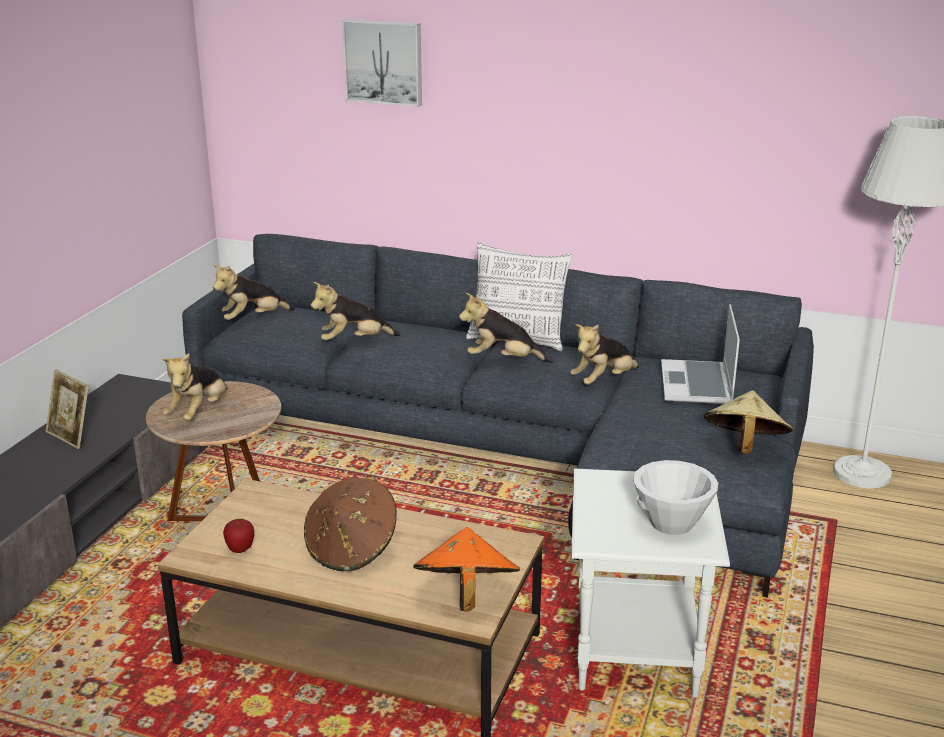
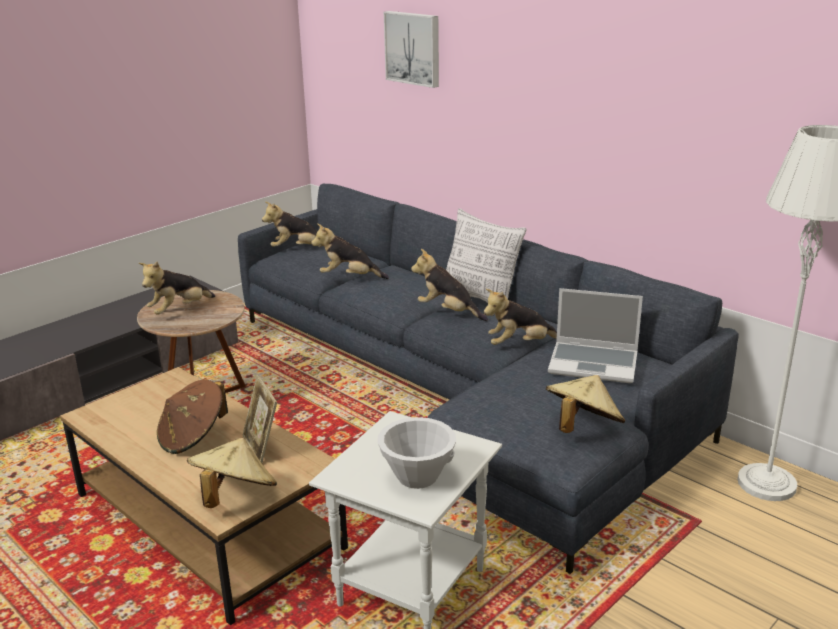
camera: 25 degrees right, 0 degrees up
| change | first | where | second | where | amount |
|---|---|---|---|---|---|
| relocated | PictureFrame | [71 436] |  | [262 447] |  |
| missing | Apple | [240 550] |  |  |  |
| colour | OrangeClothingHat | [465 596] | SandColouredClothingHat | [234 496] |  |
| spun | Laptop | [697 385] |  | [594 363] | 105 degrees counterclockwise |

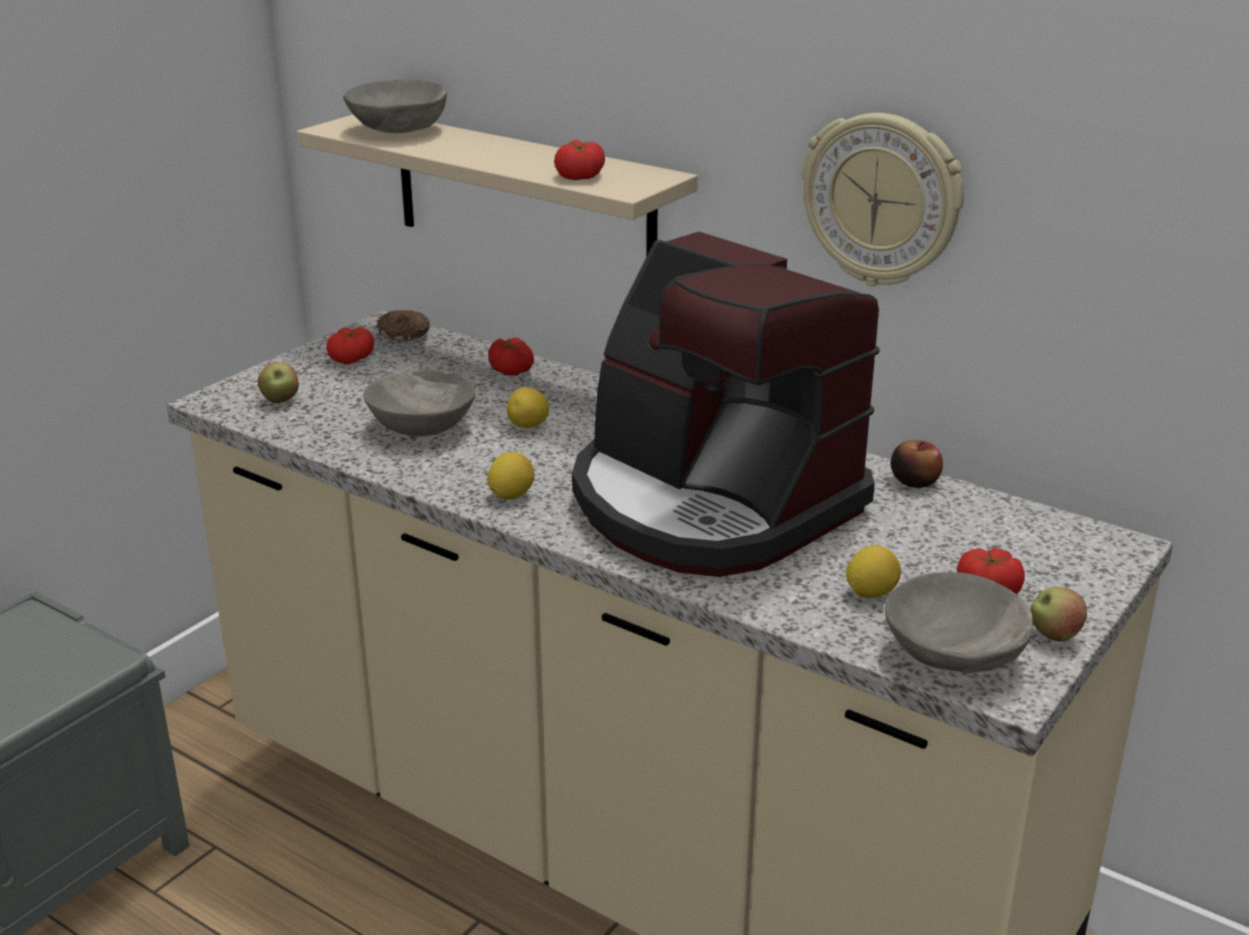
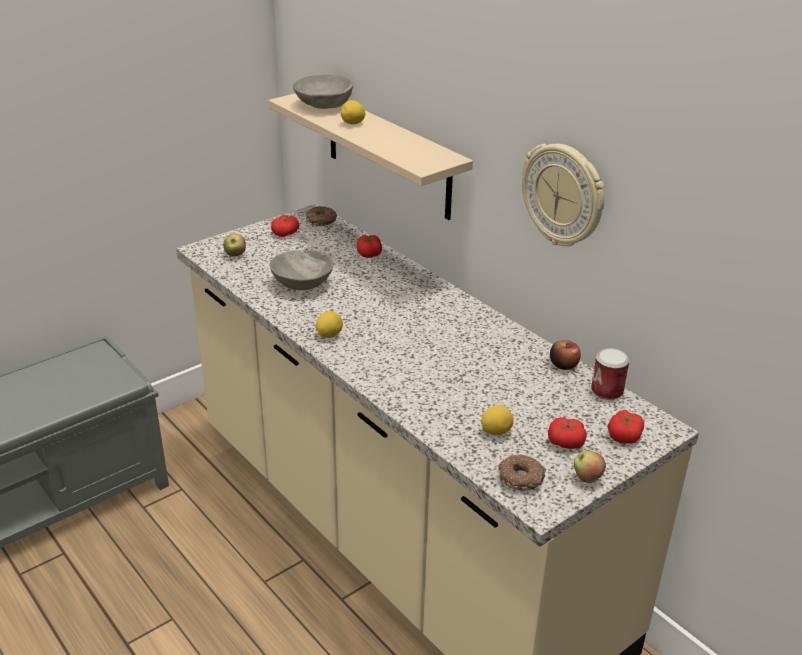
camera: 15 degrees right, 5 degrees up
| change | first | where | second | where | amount |
|---|---|---|---|---|---|
| relocated | WholeLemon | [528 426] |  | [353 124] |  |
| relocated | WholeTomato | [579 176] |  | [624 435] |  |
| missing | CoffeeMaker | [711 504] |  |  |  |
| exchanged | GreyBowl | [954 655] | Donut | [521 478] |  |
| appeared |  |  | SealedCan | [607 391] |  |

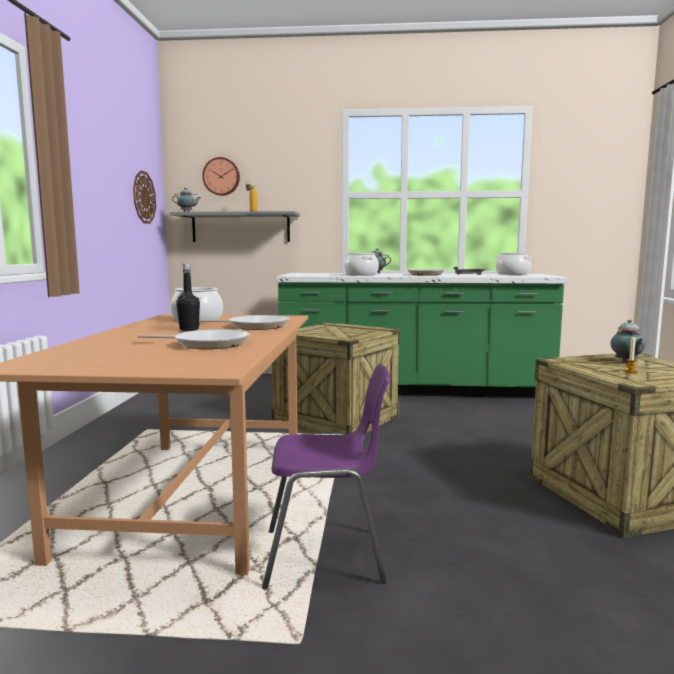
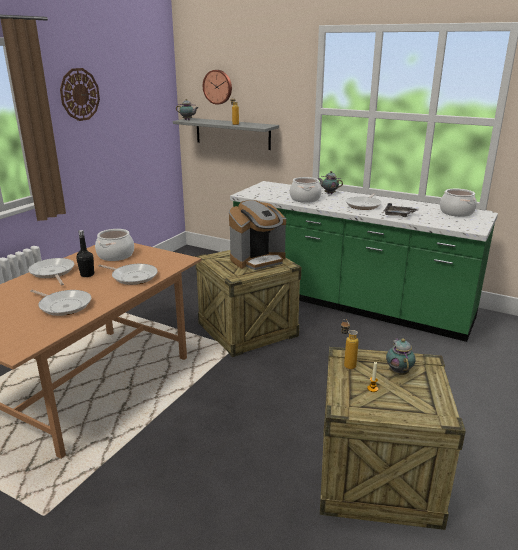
camera: 25 degrees right, 15 degrees up
| change | first | where | second | where | amount |
|---|---|---|---|---|---|
| relocated | ClockOnTheWall | [144 197] |  | [79 94] |  |
| missing | PurplishUprightChair | [327 557] |  |  |  |
| spun | PotForTea | [626 362] |  | [398 372] | 150 degrees clockwise |
| appeared |  |  | FryingPan | [52 272] |  |
| appeared |  |  | CoffeeMaker | [258 260] |  |
| appeared |  |  | Bottle | [346 364] |  |

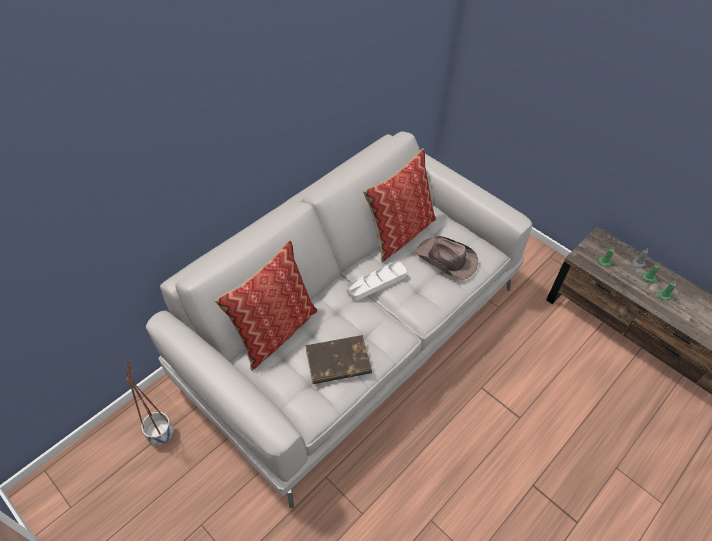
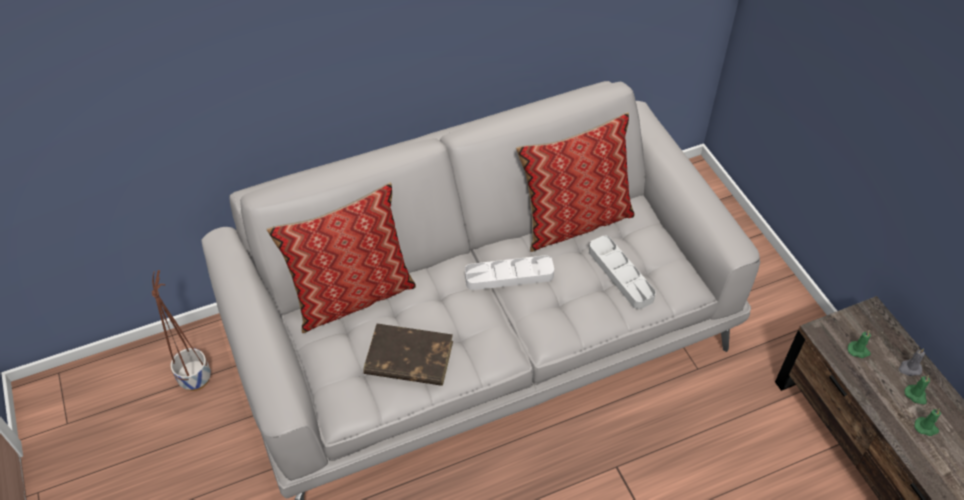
camera: 25 degrees right, 0 degrees up
| change | first | where | second | where | amount |
|---|---|---|---|---|---|
| exchanged | BrownClothingHat | [447 259] | GreyCarryingTray | [620 275] |  |

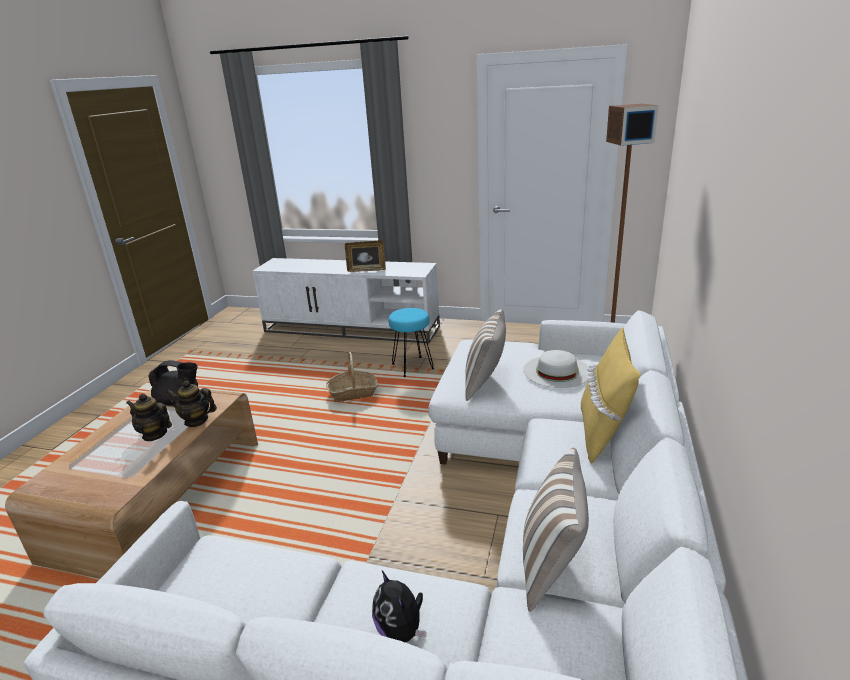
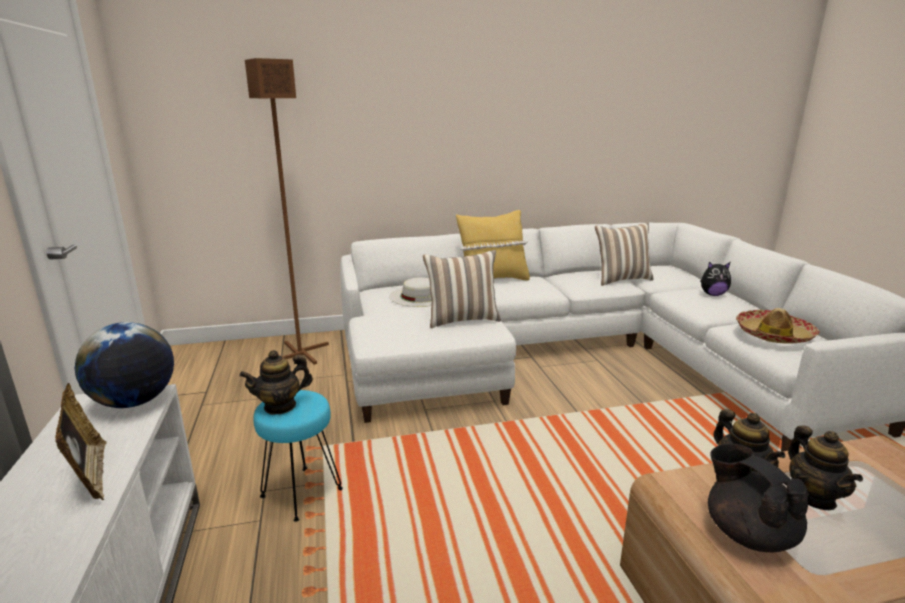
camera: 120 degrees left, 5 degrees down
| change | first | where | second | where | amount |
|---|---|---|---|---|---|
| missing | Basket | [353 393] |  |  |  |
| spun | PlushToy | [401 631] |  | [712 294] | 60 degrees clockwise |
| appeared |  |  | WorldGlobe | [134 402] |  |
| appeared |  |  | PotForTea | [280 406] |  |
| appeared |  |  | ClothingHat | [774 335] |  |

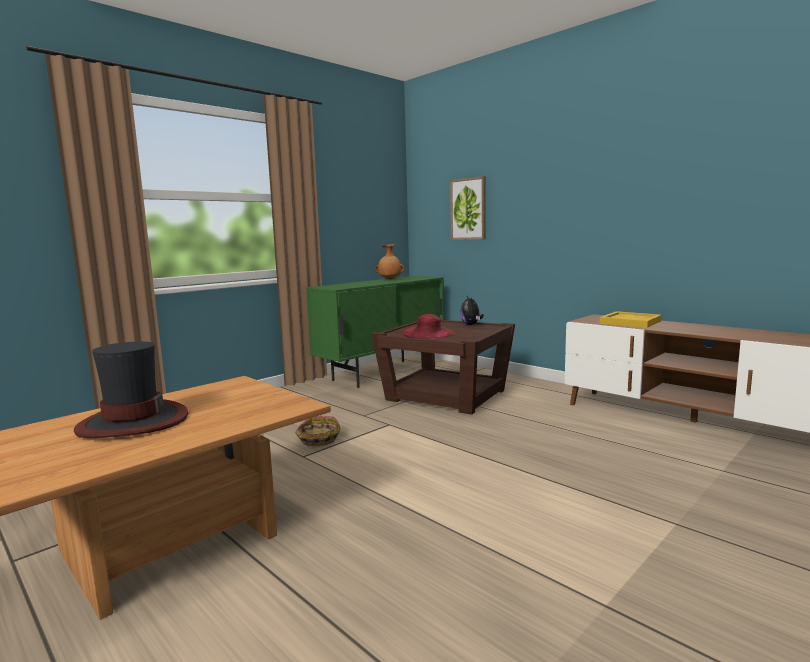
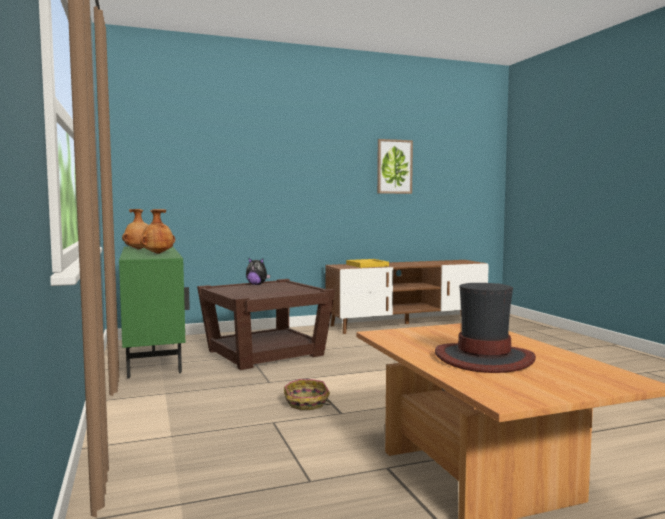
camera: 65 degrees left, 5 degrees down
| change | first | where | second | where | amount |
|---|---|---|---|---|---|
| missing | RedColouredClothingHat | [428 333] |  |  |  |
| relocated | WallArt | [468 209] |  | [394 166] |  |
| appeared |  |  | BrownDecorativeVase | [157 253] |  |

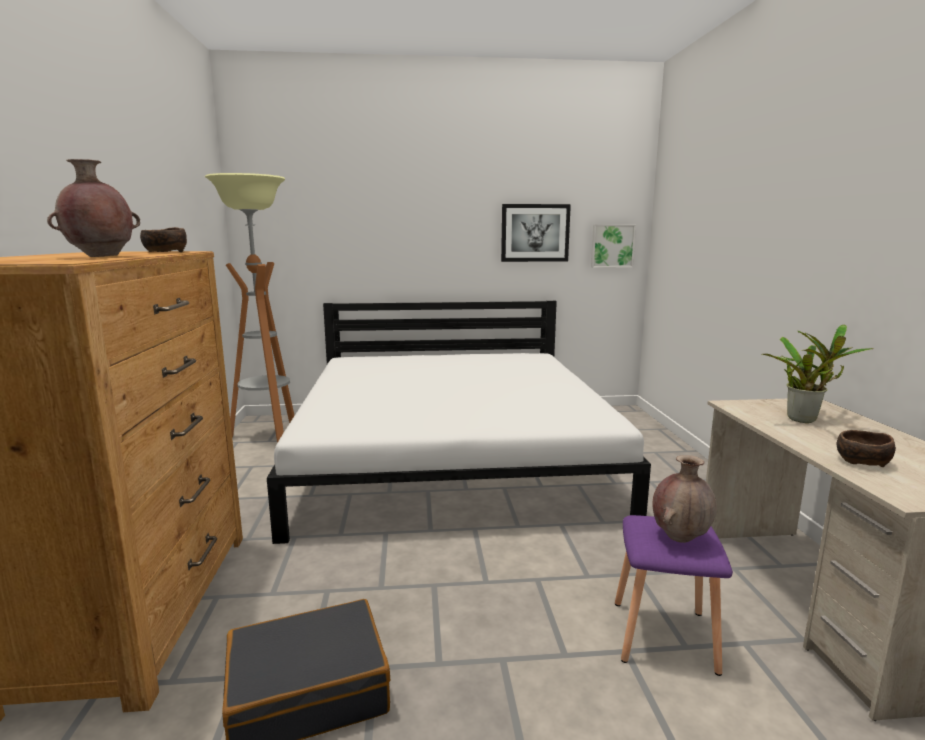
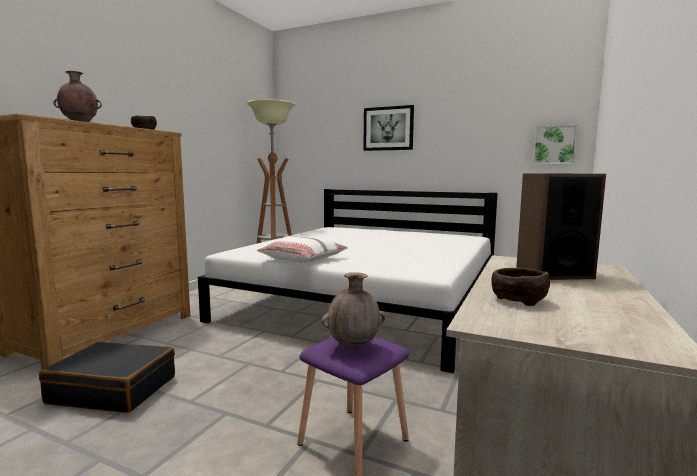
camera: 30 degrees right, 5 degrees down
| change | first | where | second | where | amount |
|---|---|---|---|---|---|
| relocated | WallArt | [535 233] |  | [388 128] |  |
| exchanged | PottedPlant | [805 419] | Speaker | [553 273] |  |
| appeared |  |  | WhiteColouredCushion | [303 259] |  |

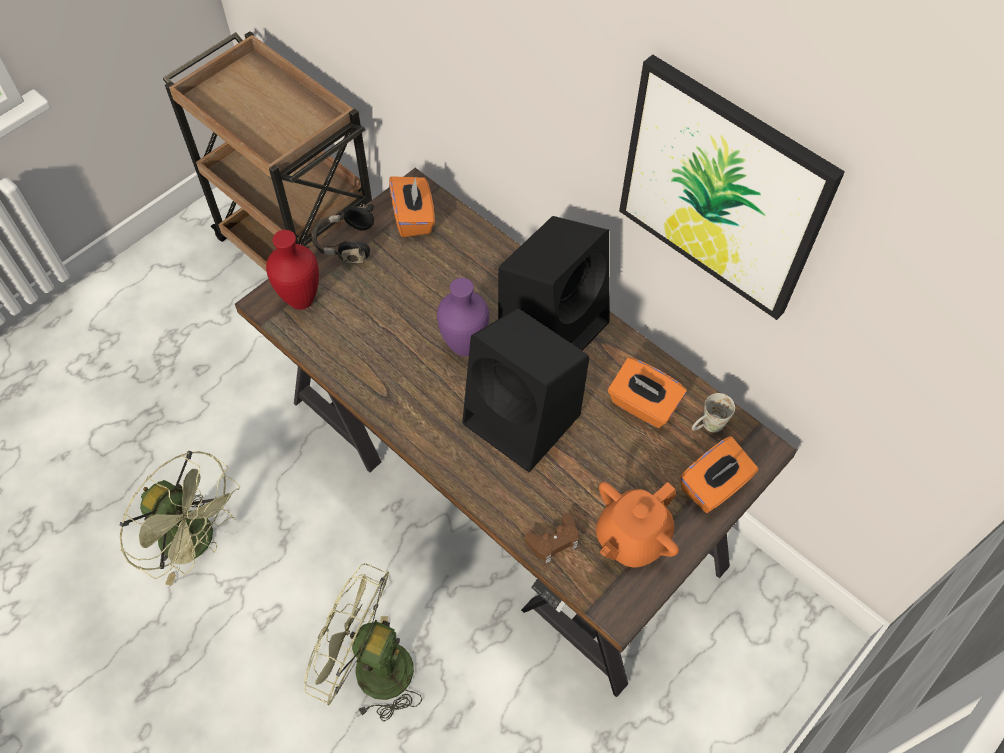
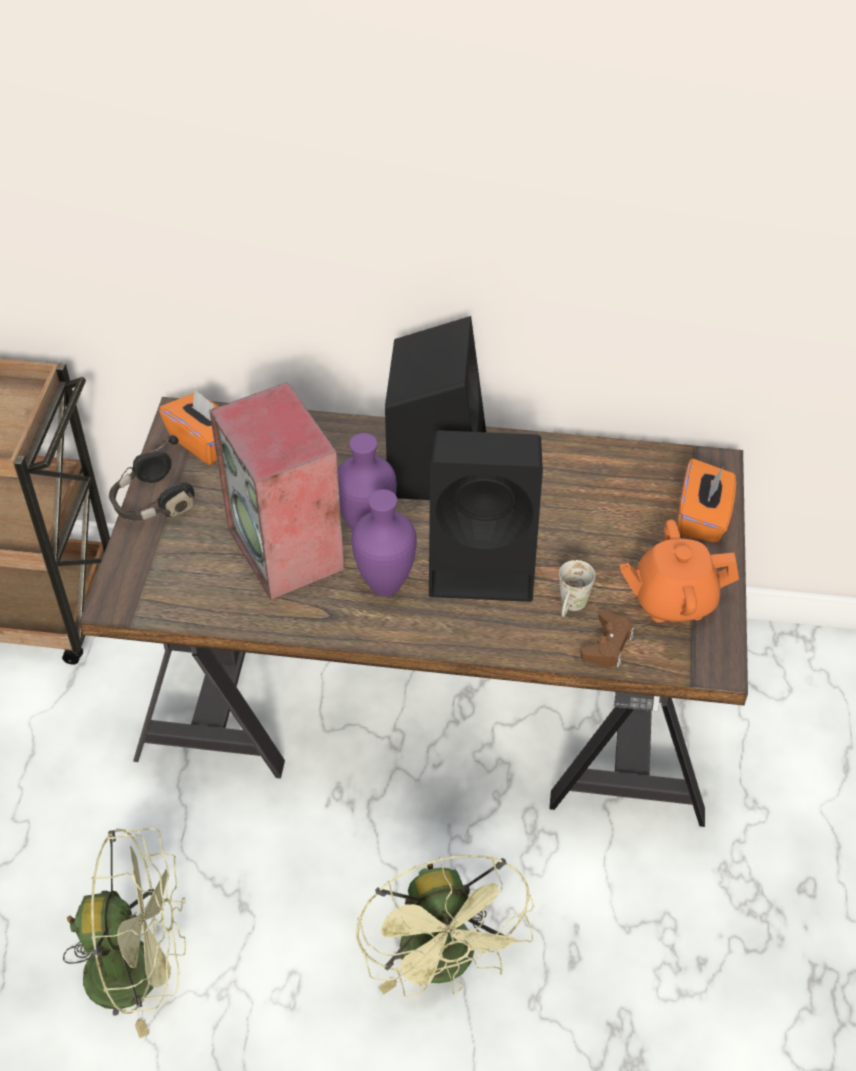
camera: 35 degrees left, 10 degrees down
| change | first | where | second | where | amount |
|---|---|---|---|---|---|
| missing | RedColouredDecorativeVase | [302 299] |  |  |  |
| spun | GreenishElectricFan | [370 668] |  | [445 965] | 90 degrees counterclockwise |
| spun | OrangePotForTea | [631 537] |  | [672 600] | 75 degrees clockwise |
| missing | OrangeTissueHolder | [642 405] |  |  |  |
| missing | WallArt | [722 190] |  |  |  |
| relocated | WhiteColouredMug | [707 426] |  | [571 607] |  |
| appeared |  |  | Speaker | [288 550] |  |
| appeared |  |  | PurplishDecorativeVase | [387 584] |  |

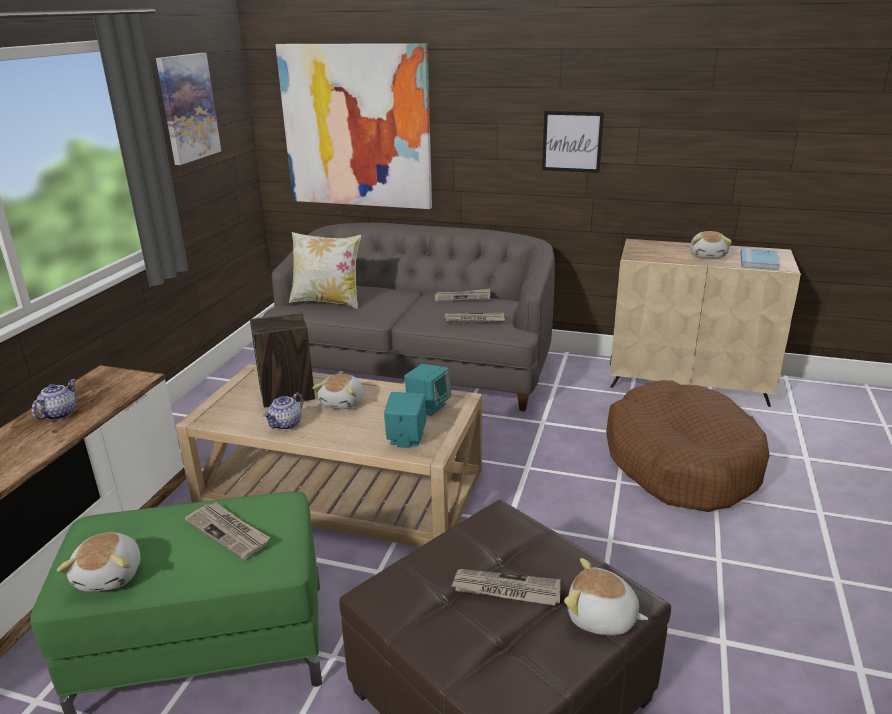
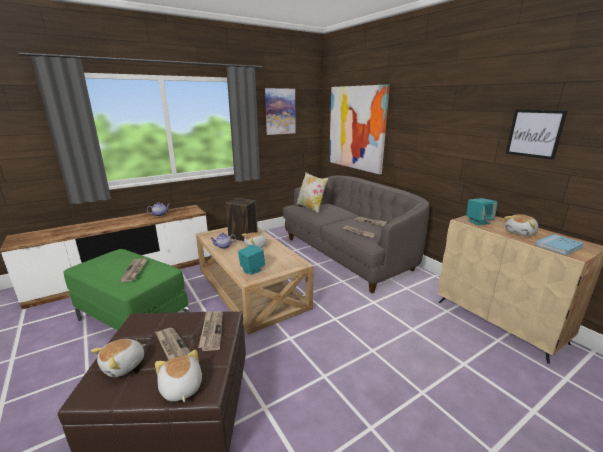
camera: 40 degrees right, 5 degrees down
| change | first | where | second | where | amount |
|---|---|---|---|---|---|
| relocated | PlushToy | [111 575] |  | [124 365] |  |
| relocated | TurquoiseColouredSpeaker | [428 406] |  | [478 222] |  |
| relocated | WallArt | [572 141] |  | [534 133] |  |
| missing | BrownPetBed | [680 462] |  |  |  |
| appeared |  |  | DailyPaper | [211 331] |  |

